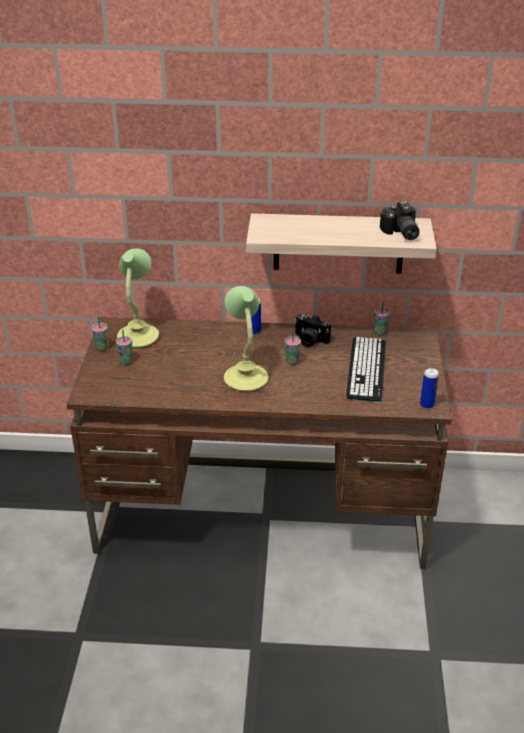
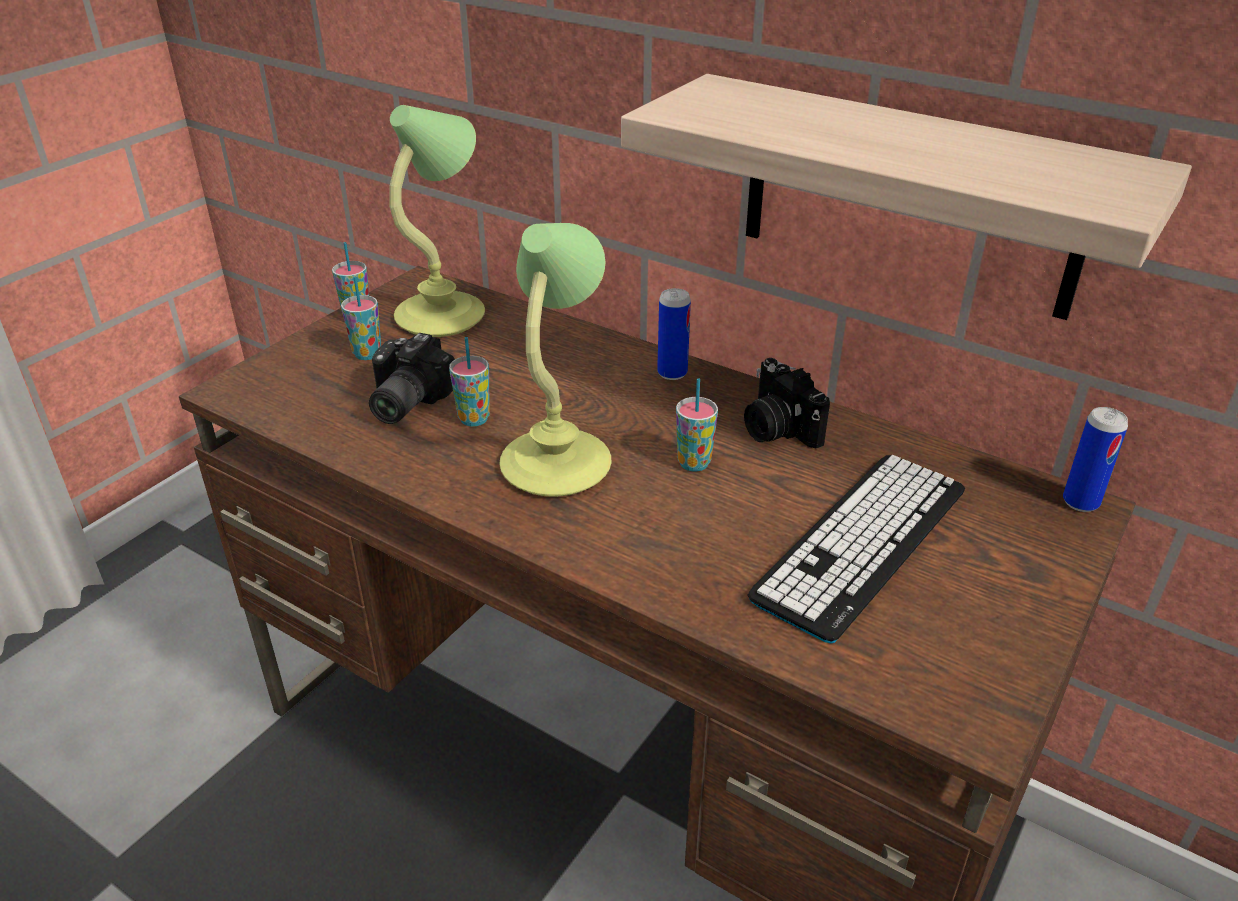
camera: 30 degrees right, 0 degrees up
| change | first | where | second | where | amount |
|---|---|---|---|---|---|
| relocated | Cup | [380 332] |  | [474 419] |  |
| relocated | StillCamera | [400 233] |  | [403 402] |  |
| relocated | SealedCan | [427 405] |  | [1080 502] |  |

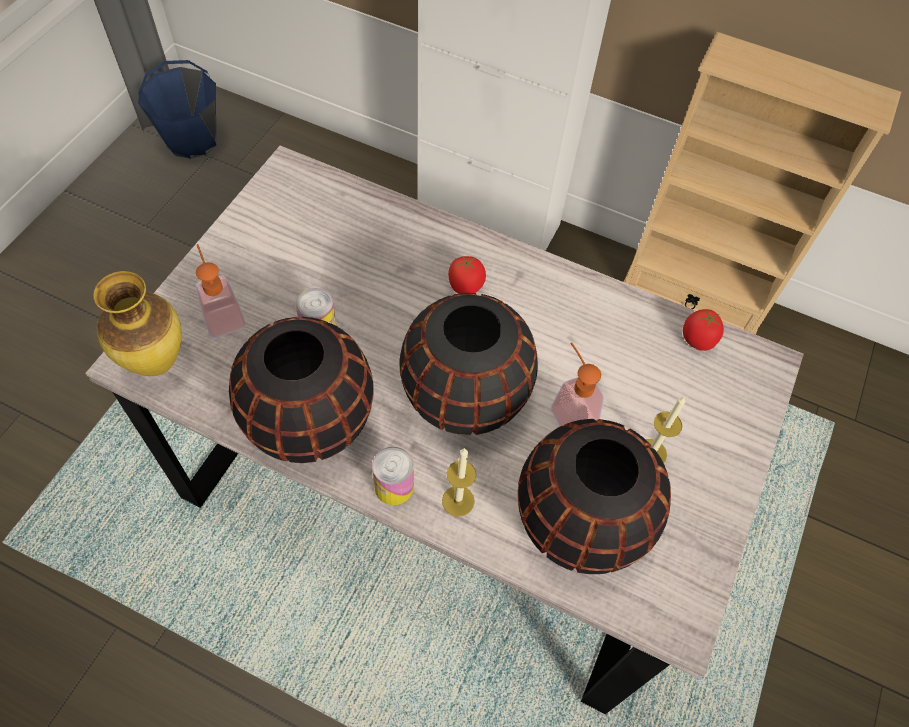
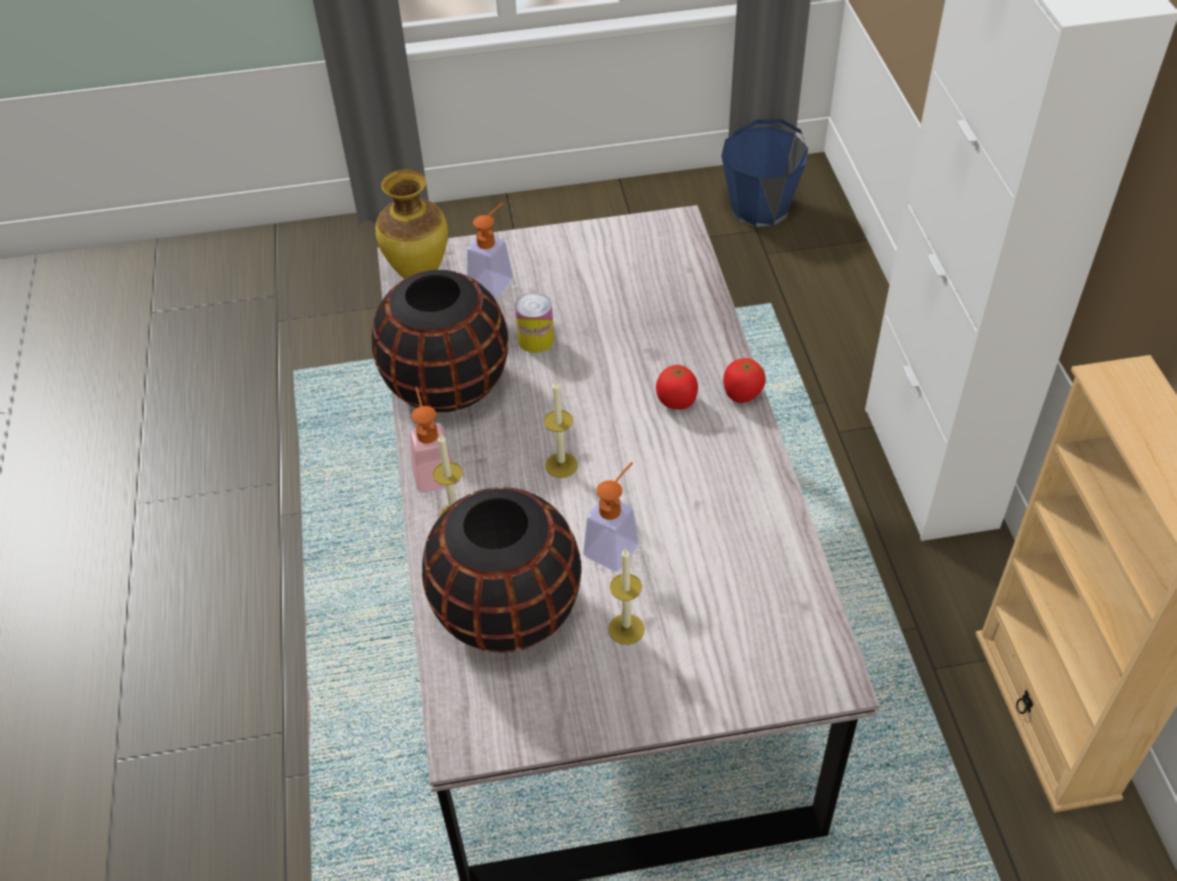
camera: 60 degrees right, 10 degrees down
| change | first | where | second | where | amount |
|---|---|---|---|---|---|
| exchanged | SealedCan | [394 486] | SoapDispenser | [433 469] |  |
| exchanged | BlackDecorativeVase | [465 395] | WaxCandle | [561 465] |  |
| relocated | WholeTomato | [698 340] |  | [742 394] |  |

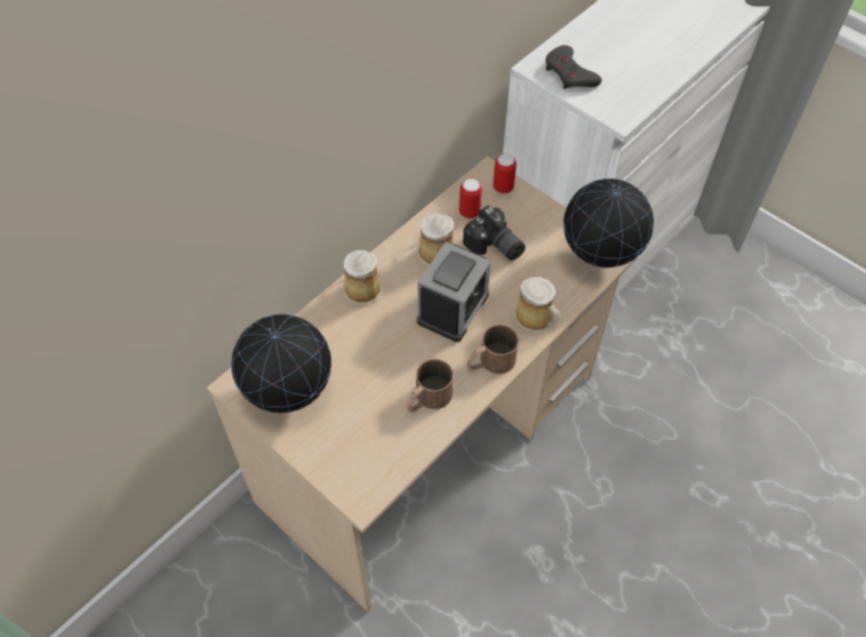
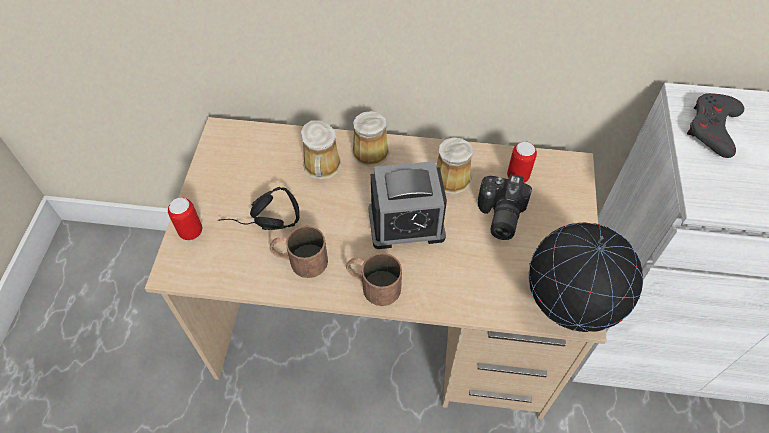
camera: 55 degrees right, 0 degrees up
| change | first | where | second | where | amount |
|---|---|---|---|---|---|
| missing | WorldGlobe | [289 394] |  |  |  |
| relocated | SealedCan | [503 187] |  | [191 232] |  |
| relocated | Mug | [536 318] |  | [322 167] |  |
| appeared |  |  | BlackHeadset | [262 224] |  |

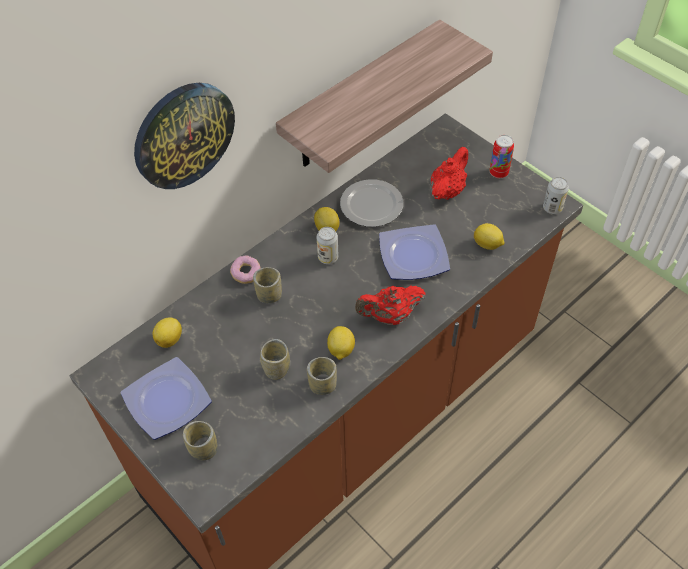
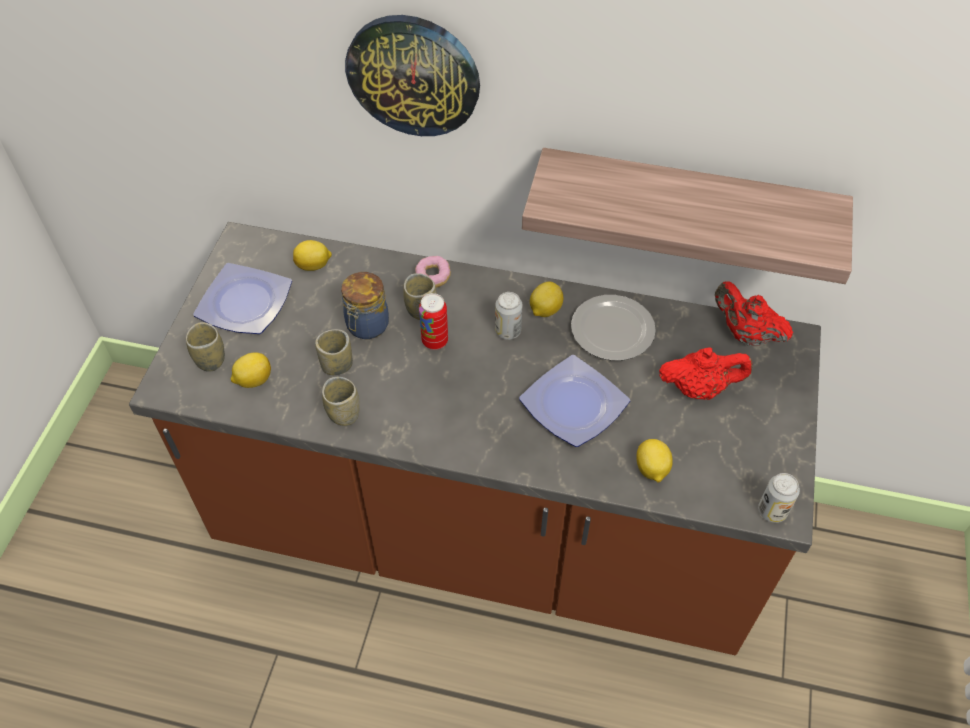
camera: 55 degrees right, 0 degrees up
| change | first | where | second | where | amount |
|---|---|---|---|---|---|
| relocated | WholeLemon | [340 350] |  | [253 380] |  |
| relocated | RedColouredPotForTea | [390 316] |  | [745 334] |  |
| relocated | SealedCan | [498 173] |  | [435 341] |  |
| appeared |  |  | StorageJar | [366 326] |  |

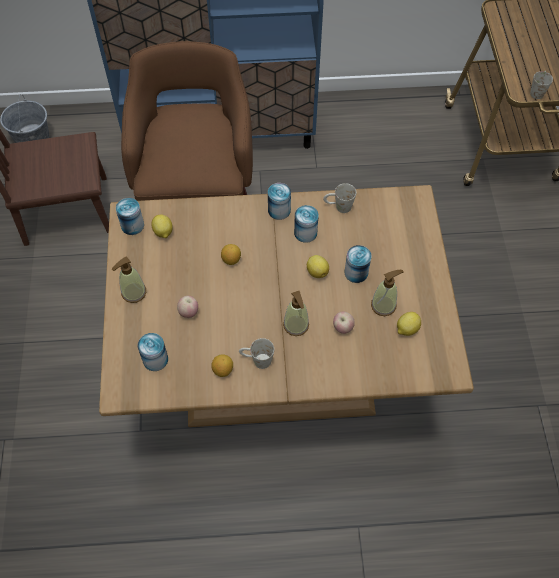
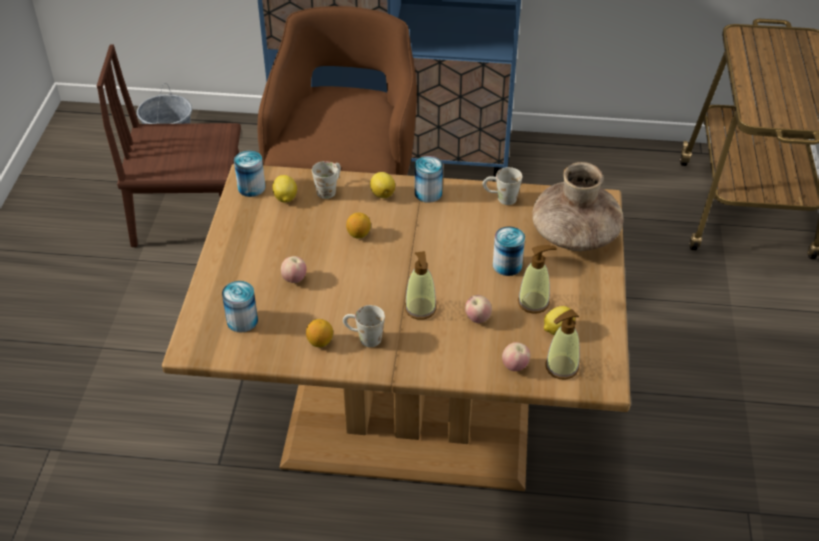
camera: 10 degrees right, 15 degrees down
| change | first | where | second | where | amount |
|---|---|---|---|---|---|
| relocated | SoapDispenser | [133 292] |  | [561 367] |  |
| missing | SealedCan | [305 233] |  |  |  |
| relocated | WholeLemon | [317 271] |  | [382 193] |  |
| relocated | WhiteColouredMug | [537 91] |  | [329 189] |  |
| appeared |  |  | Apple | [515 366] |  |
| appeared |  |  | BrownDecorativeVase | [575 234] |  |

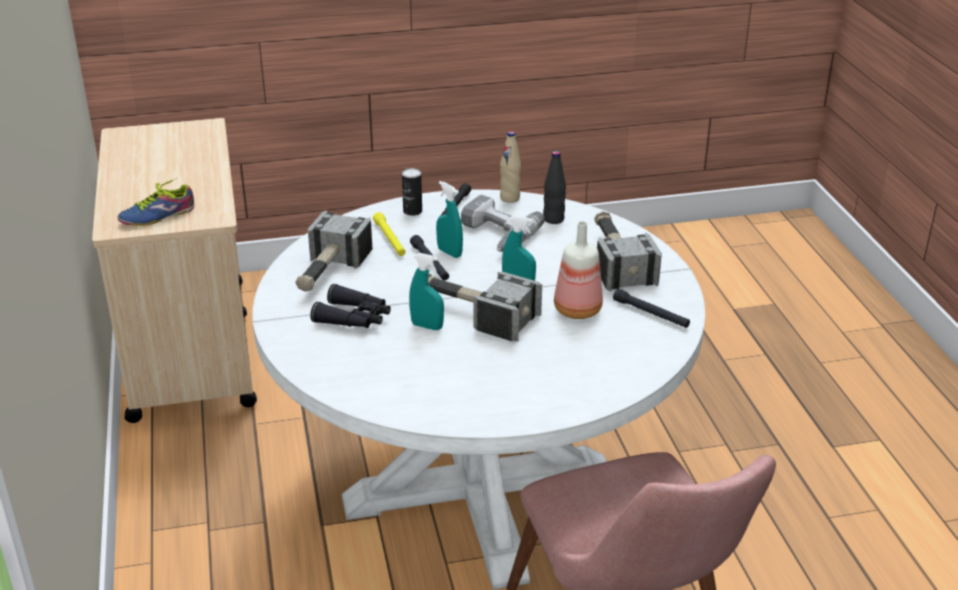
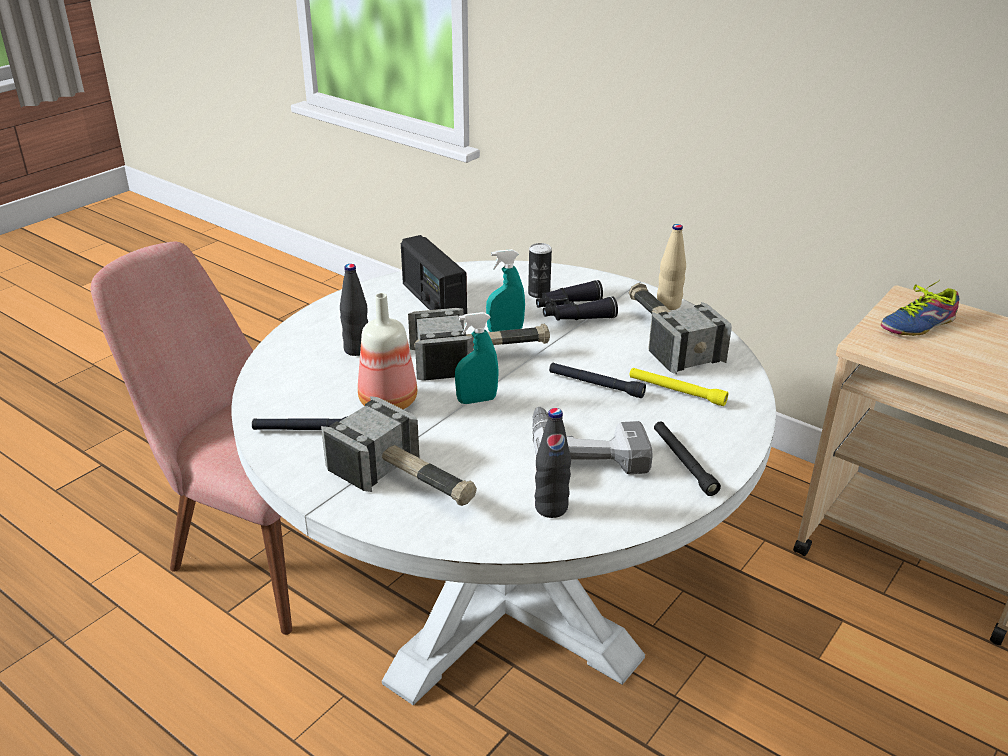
camera: 140 degrees right, 0 degrees up
| change | first | where | second | where | amount |
|---|---|---|---|---|---|
| spun | LowShoe | [156 215] |  | [915 323] | 135 degrees counterclockwise |
| relocated | SealedCan | [412 211] |  | [539 293] |  |
| missing | TurquoiseColouredHandSprayer | [449 252] |  |  |  |
| relocated | SandColouredBottle | [509 198] |  | [668 305] |  |
| appeared |  |  | BlackBottle | [357 349] |  |
| appeared |  |  | RadioSet | [433 301] |  |

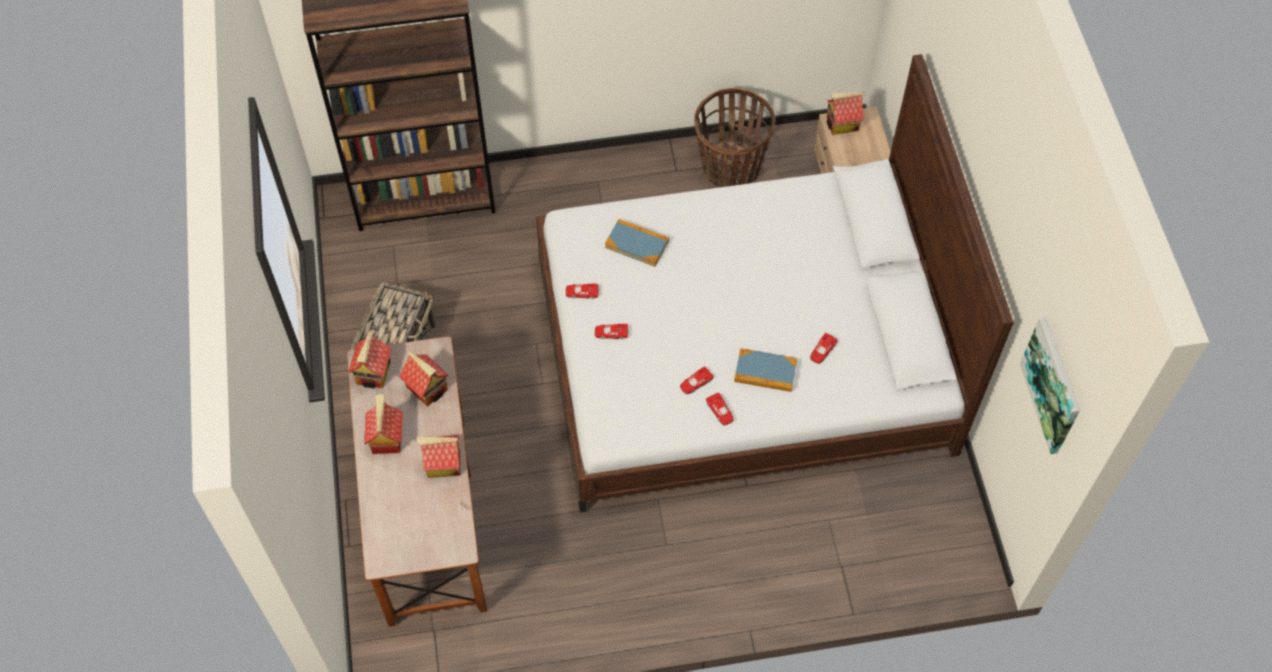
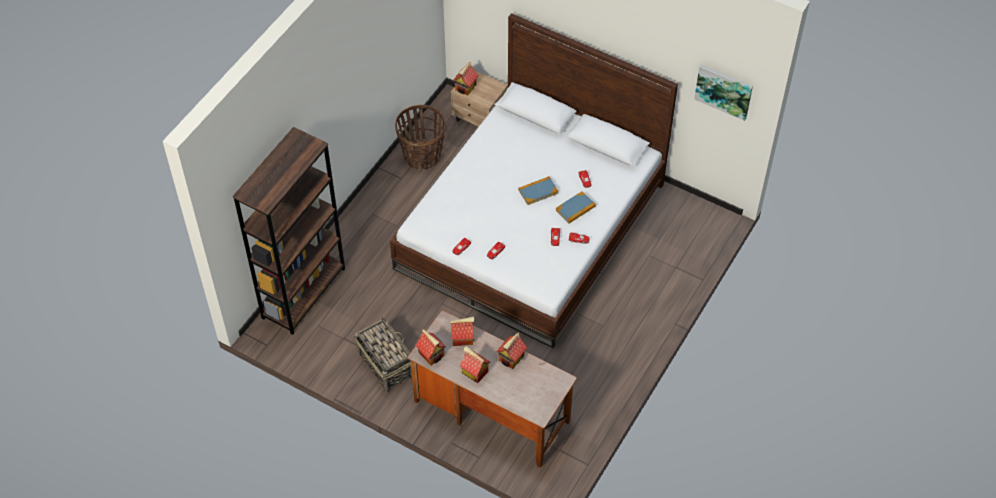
camera: 50 degrees left, 5 degrees down
| change | first | where | second | where | amount |
|---|---|---|---|---|---|
| relocated | Volume | [637 244] |  | [538 191] |  |

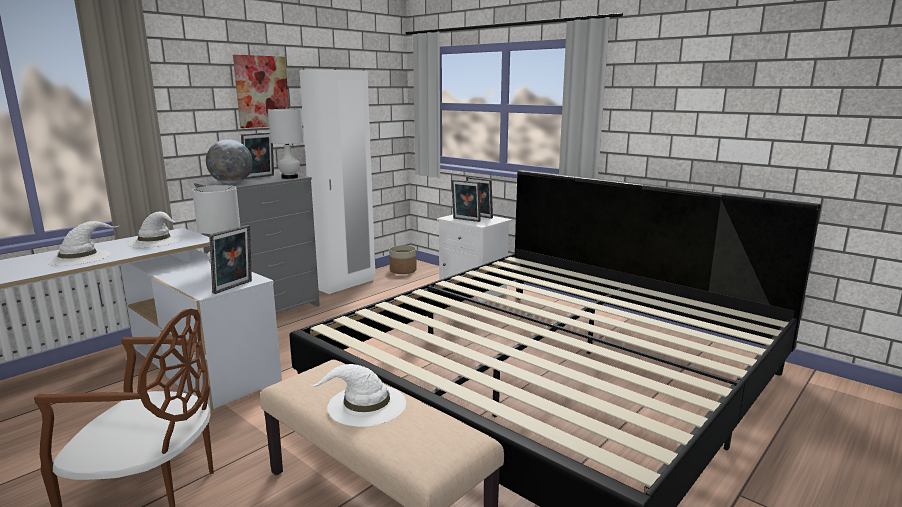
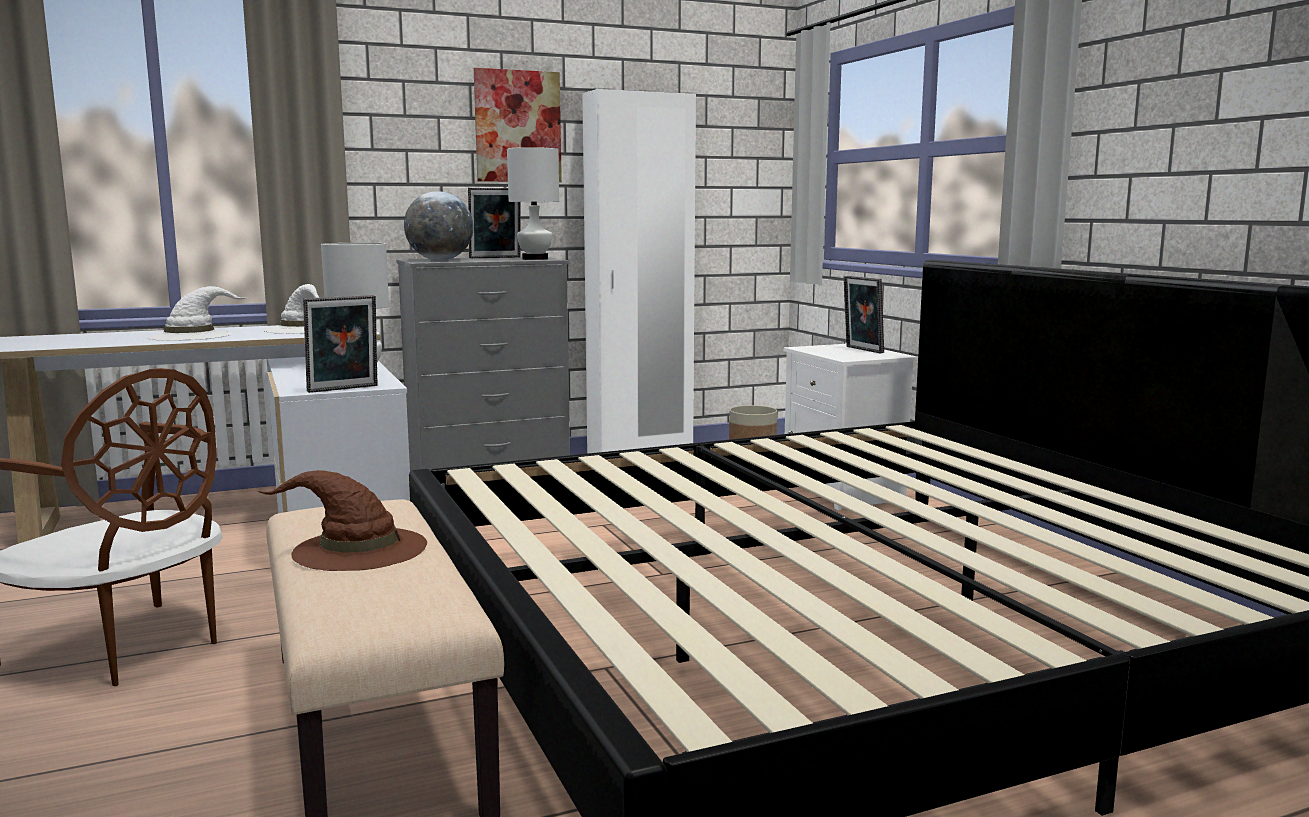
camera: 25 degrees right, 5 degrees down
| change | first | where | second | where | amount |
|---|---|---|---|---|---|
| colour | WhiteColouredClothingHat | [365 405] | BrownClothingHat | [357 549] |  |
| missing | PictureFrame | [465 220] |  |  |  |

